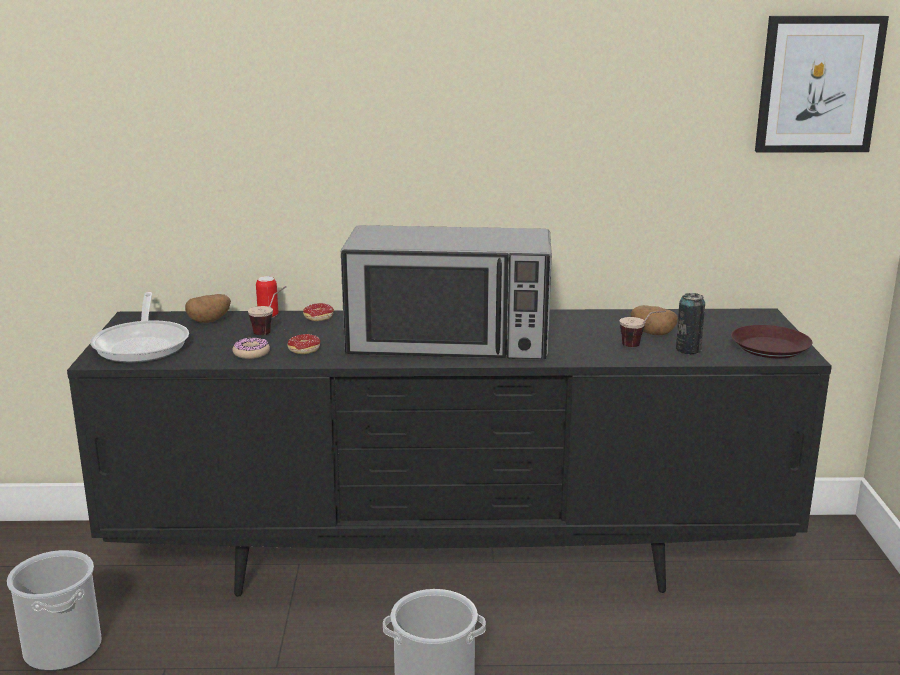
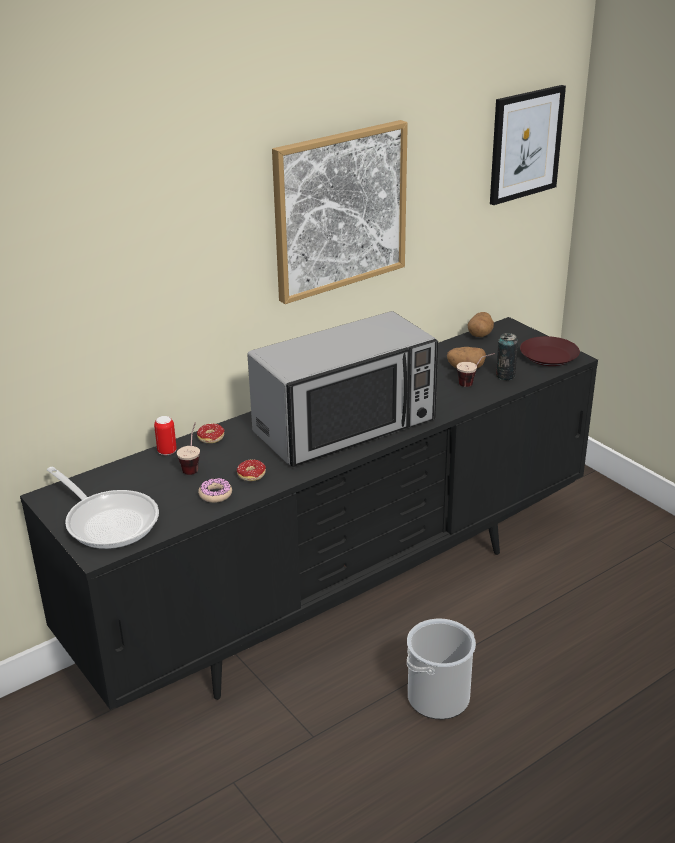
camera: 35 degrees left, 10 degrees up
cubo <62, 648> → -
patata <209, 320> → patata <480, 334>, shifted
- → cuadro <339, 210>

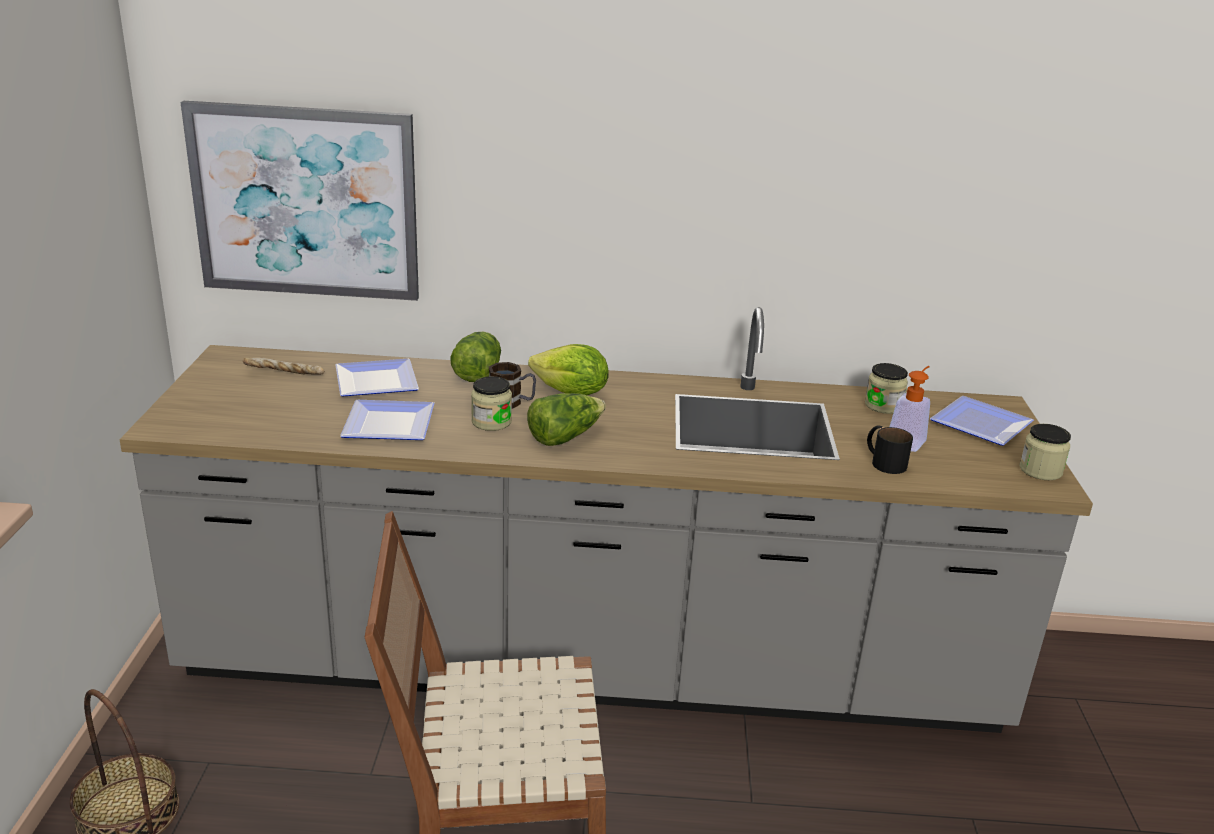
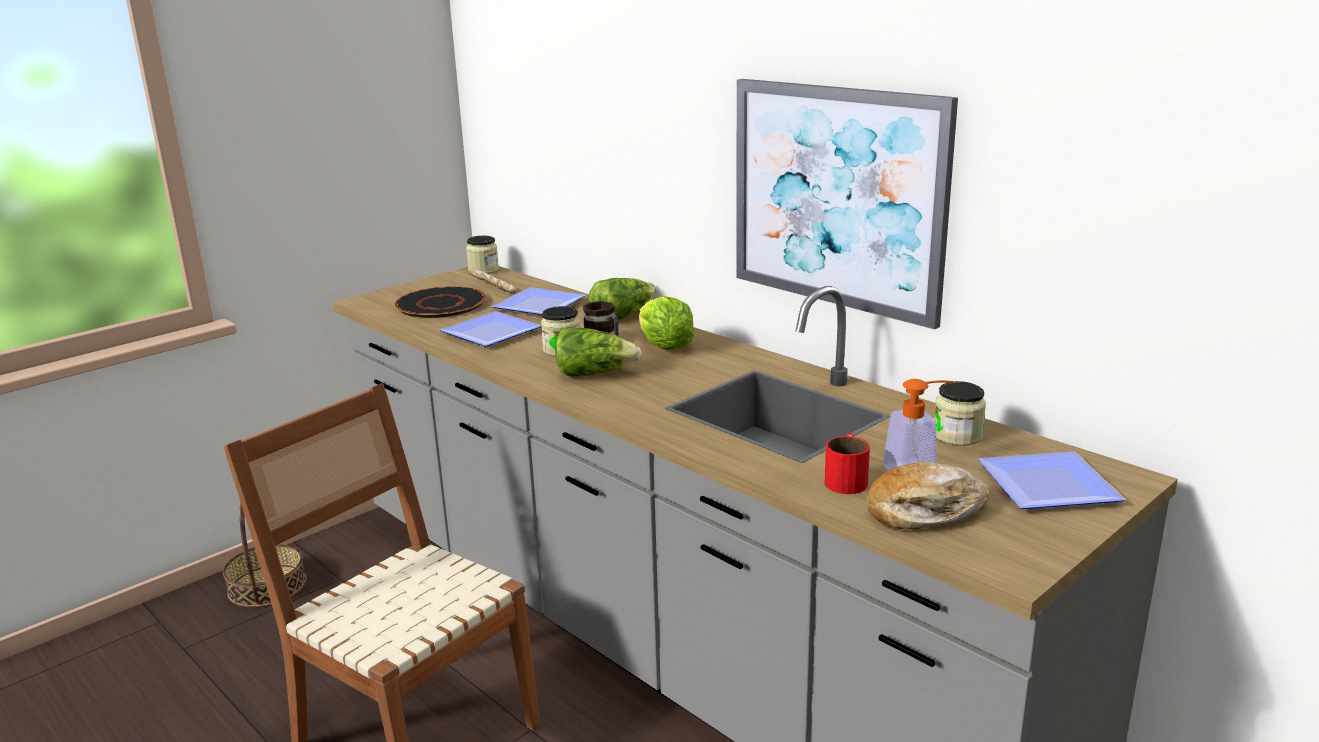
camera: 45 degrees right, 5 degrees down
cuadro <305, 202> → cuadro <837, 197>, shifted
taza grande [negro] <883, 461> → taza grande [rojo] <847, 478>
tarro <1040, 470> → tarro <483, 270>, shifted
- → plato [negro] <440, 304>
- → pan <924, 511>

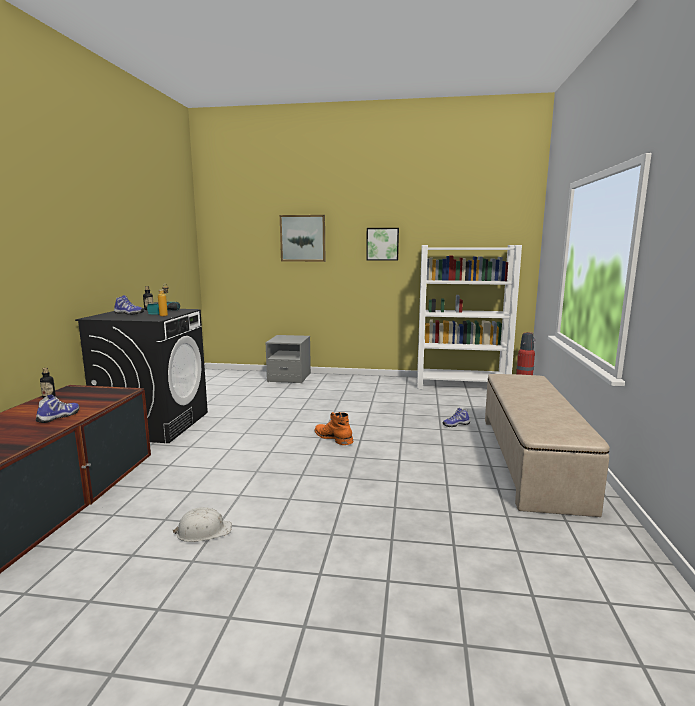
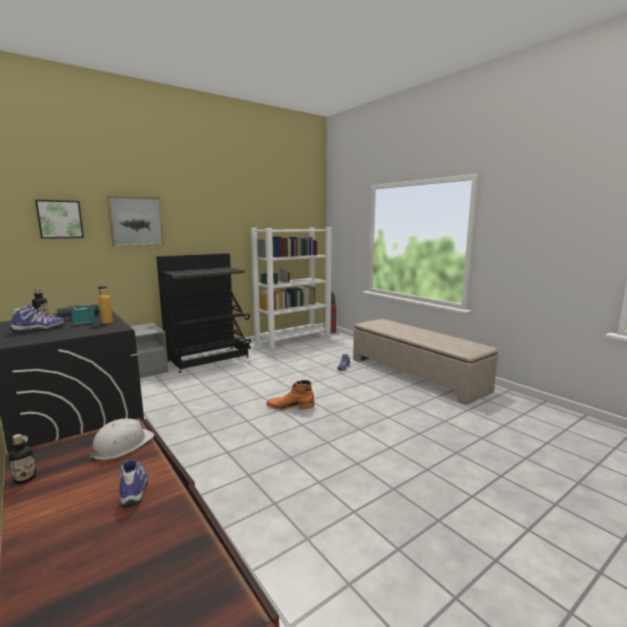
camera: 45 degrees left, 0 degrees up
casco [blanco] <203, 531> → casco [blanco] <122, 445>, shifted
cuadro <382, 244> → cuadro <60, 219>, shifted
- → zapatero [negro] <209, 359>

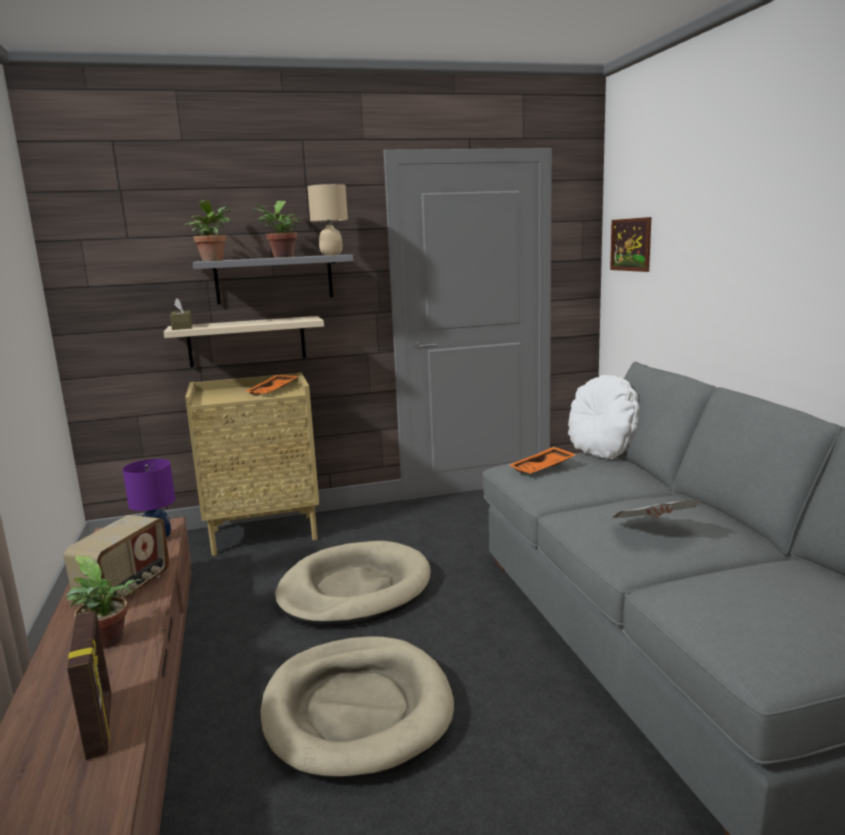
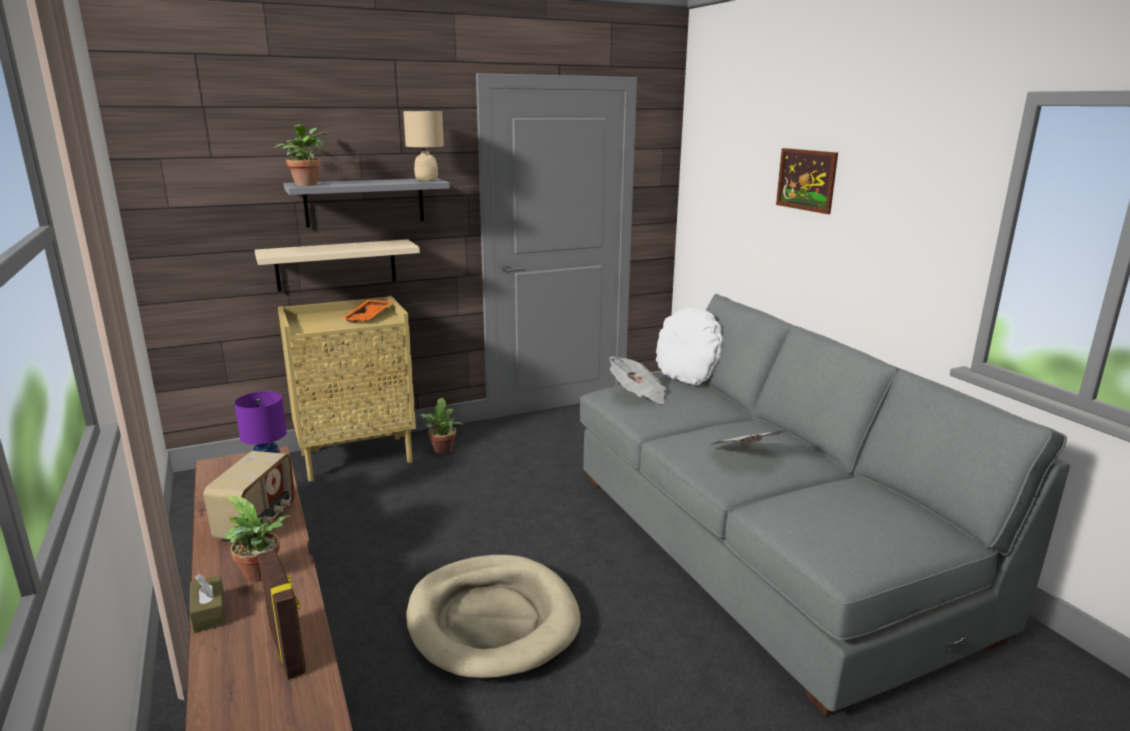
camera: 10 degrees left, 5 degrees up
caja de pañuelos [marrón] <182, 327> → caja de pañuelos [marrón] <209, 613>, shifted
planta en maceta <282, 257> → planta en maceta <442, 451>, shifted
cama para perro [beis] <354, 590> → -
bandeja [naranja] <543, 468> → periódico <638, 395>
cuadro <630, 244> → cuadro <806, 180>, shifted

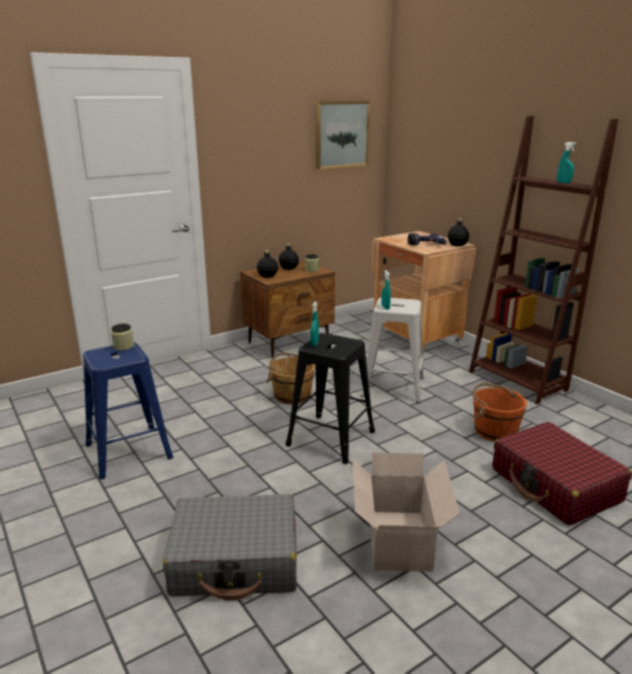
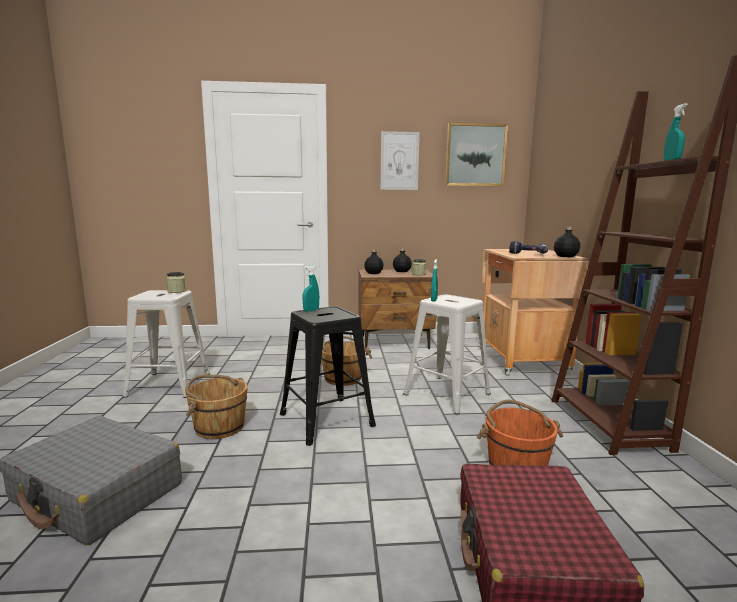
camera: 30 degrees right, 10 degrees down
taburete [azul] <129, 451> → taburete [blanco] <169, 385>
caja de cartón <398, 542> → -
- → cubo [marrón] <219, 427>
- → cuadro <399, 161>

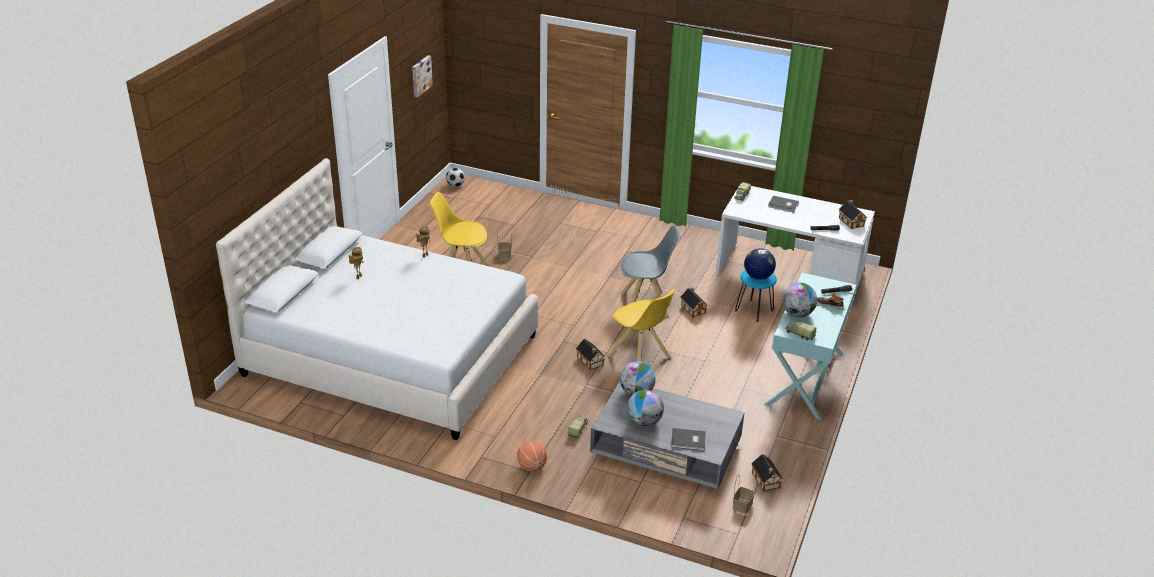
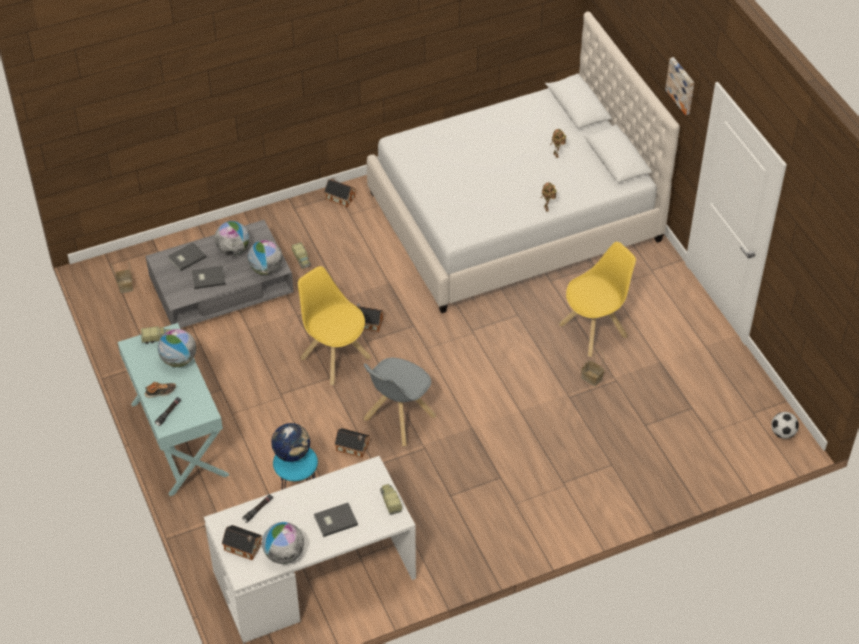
camera: 135 degrees right, 15 degrees up
cuadro <420, 76> → cuadro <681, 85>, shifted
balón de baloncesto <532, 467> → -
silla [amarillo] <640, 358> → silla [amarillo] <334, 356>, 45 degrees clockwise
casita <766, 481> → casita <339, 197>, shifted
- → libro [gris] <208, 278>
- → globo terráqueo <284, 554>

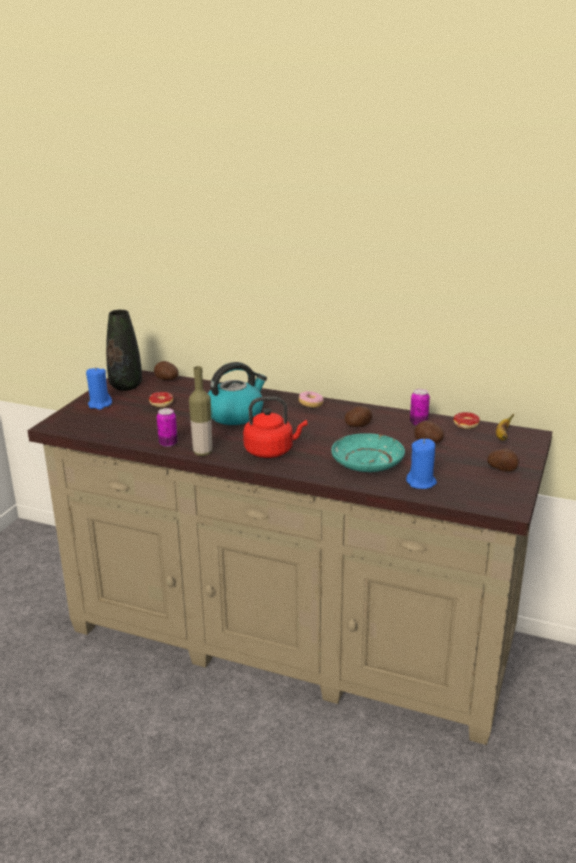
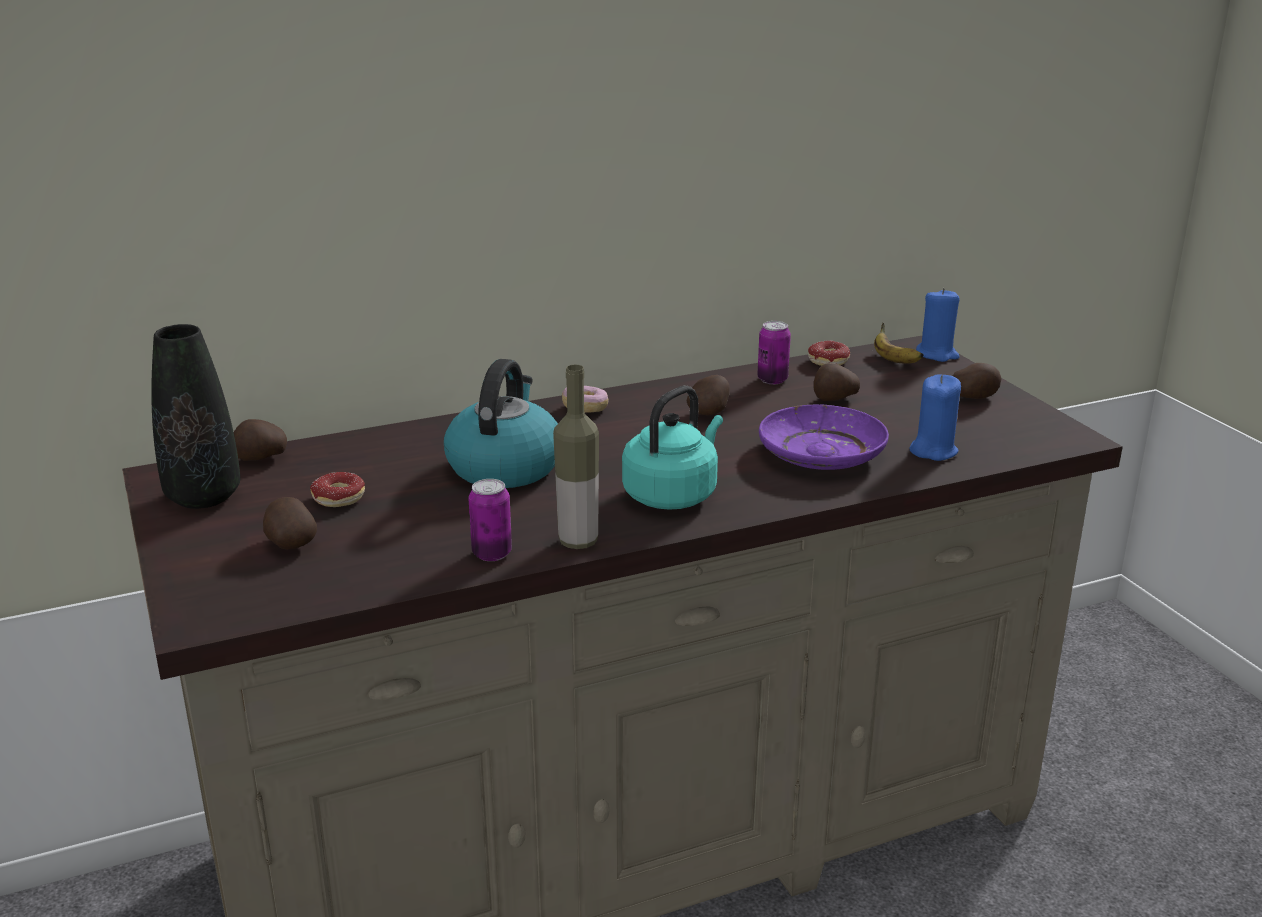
camera: 45 degrees left, 0 degrees up
vela [azul] <100, 404> → vela [azul] <937, 354>, shifted
hervidor [rojo] <271, 451> → hervidor [turquesa] <673, 494>
plato [turquesa] <367, 462> → plato [morado] <821, 453>
- → patata <290, 543>

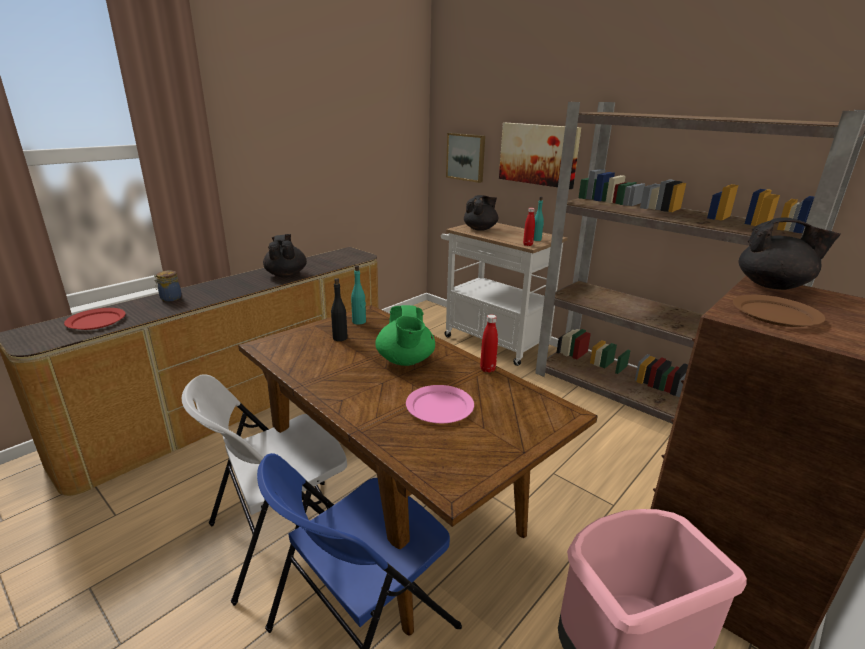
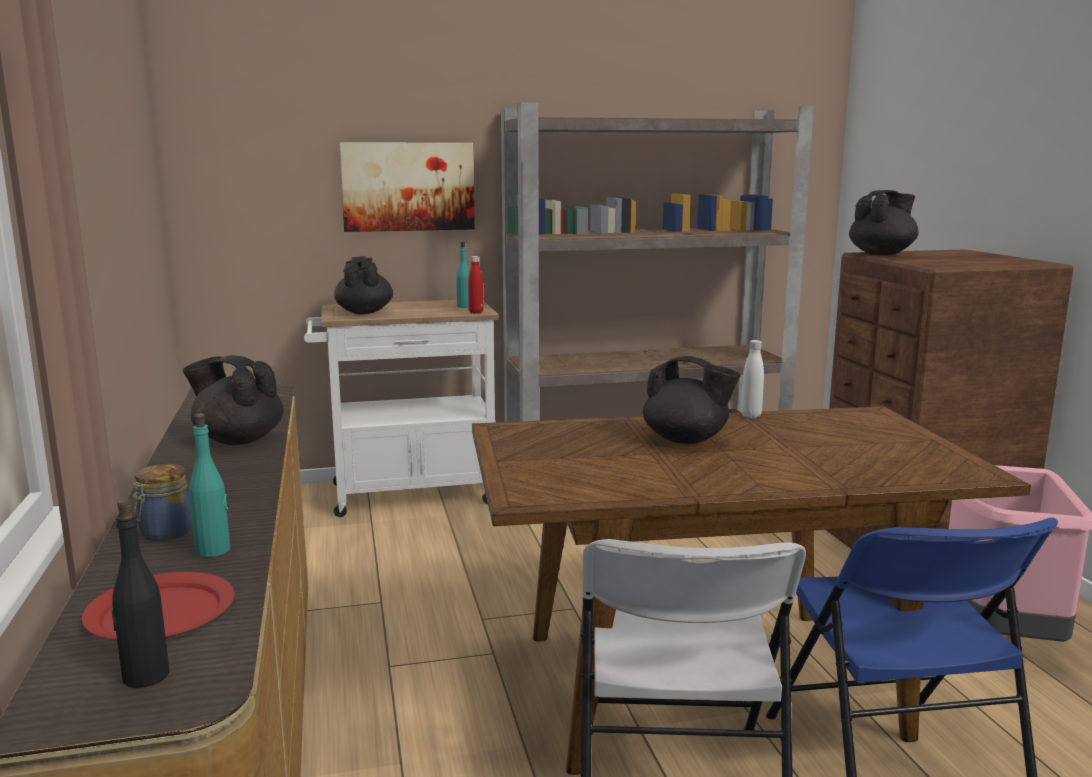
camera: 55 degrees left, 10 degrees down
botella [negro] <340, 338> → botella [negro] <145, 676>, shifted
botella [turquesa] <359, 322> → botella [turquesa] <213, 550>, shifted
tetera [verde] <405, 361> → tetera [negro] <686, 440>
plato [rosa] <439, 406> → -
cuadro <466, 157> → -
botella [rojo] <487, 369> → botella [blanco] <751, 415>
plato [marrón] <775, 314> → -

